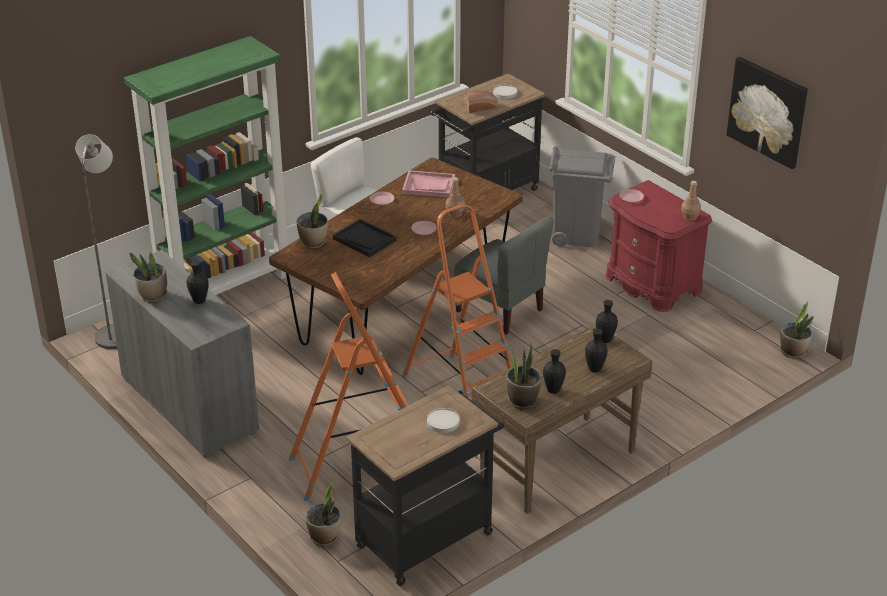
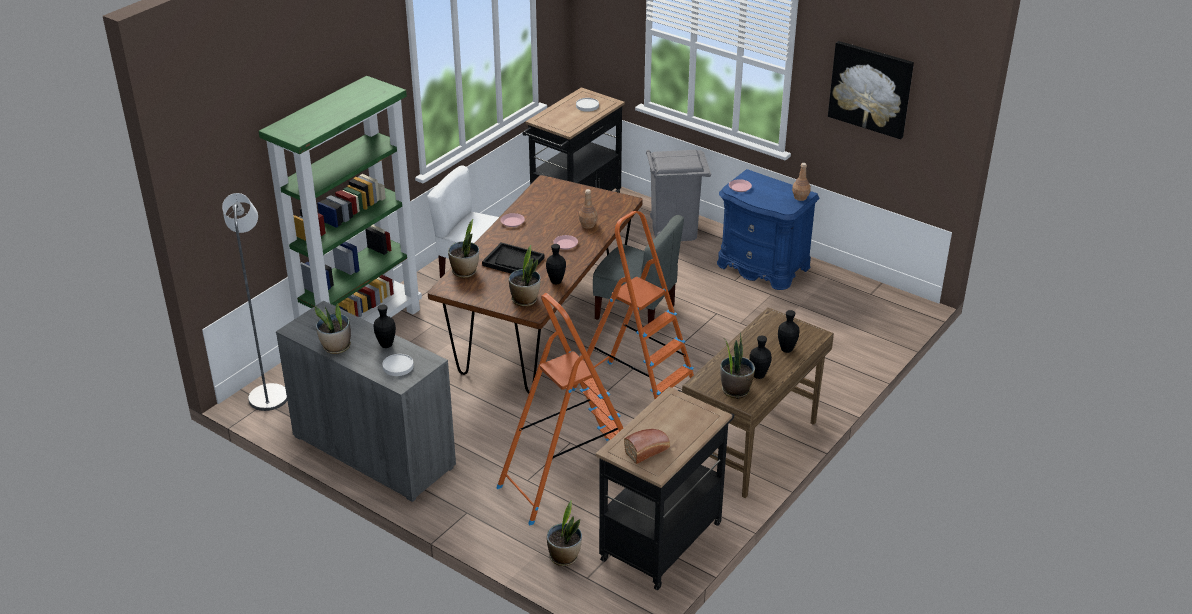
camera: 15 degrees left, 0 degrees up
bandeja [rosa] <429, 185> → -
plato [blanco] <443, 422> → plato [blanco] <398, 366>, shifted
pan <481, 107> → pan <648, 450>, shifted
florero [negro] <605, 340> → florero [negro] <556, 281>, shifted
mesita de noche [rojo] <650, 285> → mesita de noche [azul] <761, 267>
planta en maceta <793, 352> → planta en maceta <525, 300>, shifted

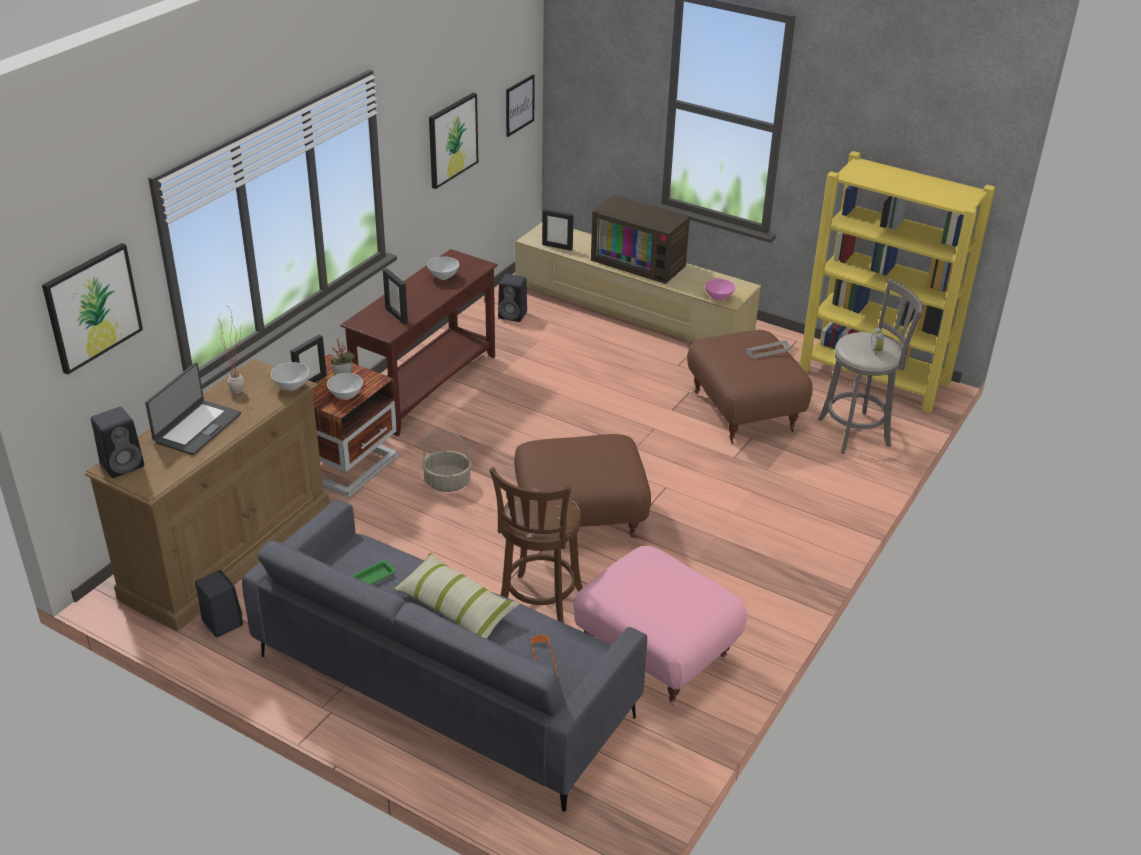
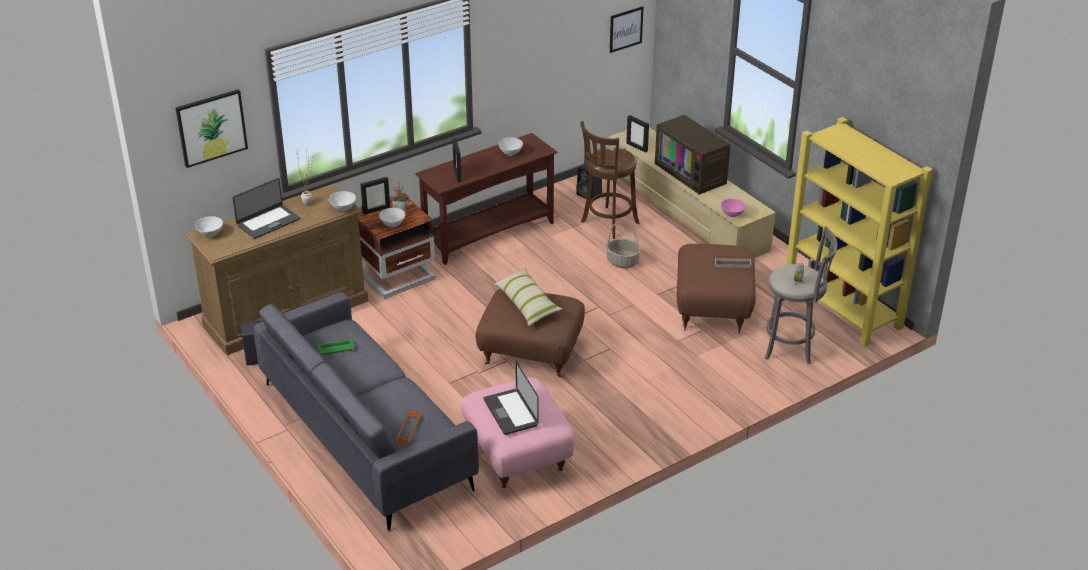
camera: 25 degrees right, 0 degrees up
altavoz [negro] <123, 464> → cuenco [blanco] <210, 234>
cojín <456, 607> → cojín <527, 304>, shifted
cesta <446, 482> → cesta <622, 262>, shifted
cuadro <452, 140> → -
taburete [marrón] <538, 606> → taburete [marrón] <608, 224>, shifted
- → portátil <510, 413>

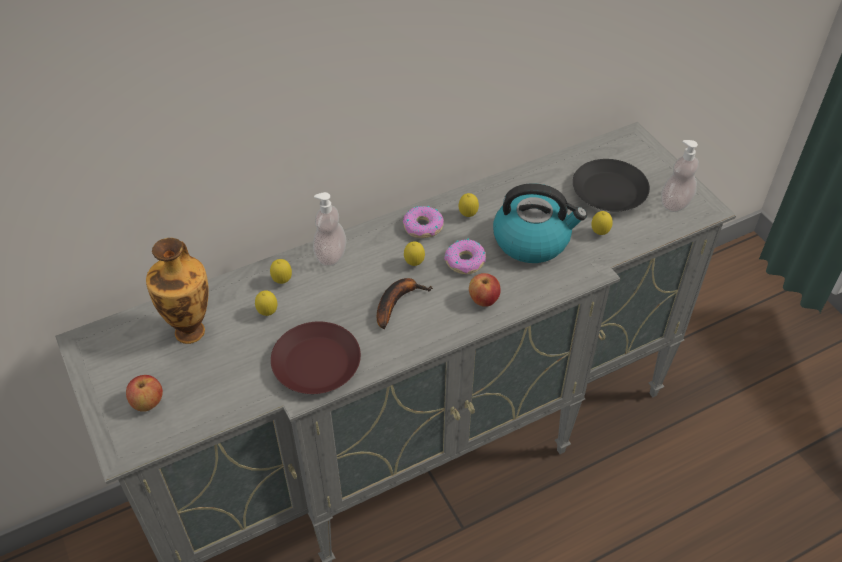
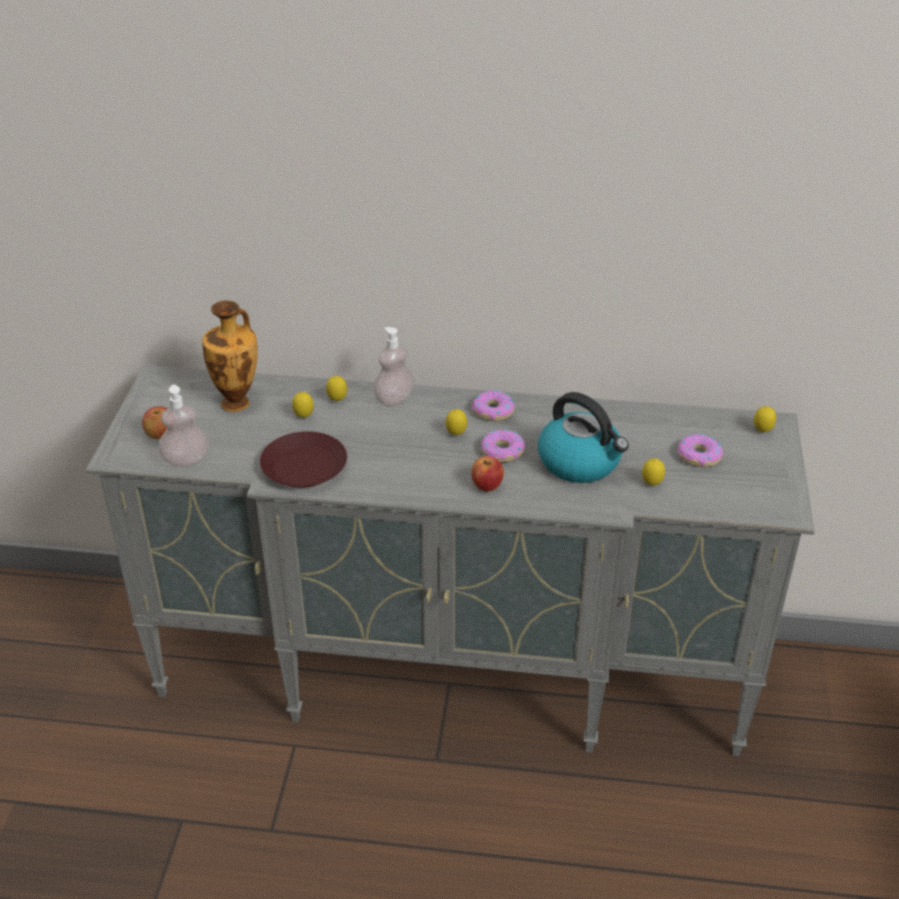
camera: 35 degrees right, 10 degrees down
plátano <397, 302> → -
limón <468, 215> → limón <762, 431>, shifted
plato [negro] <608, 191> → rosquilla <699, 456>
dispensador de jabón <675, 203> → dispensador de jabón <186, 460>, shifted

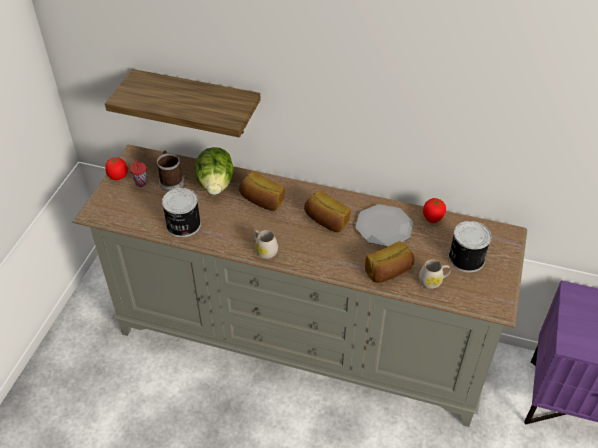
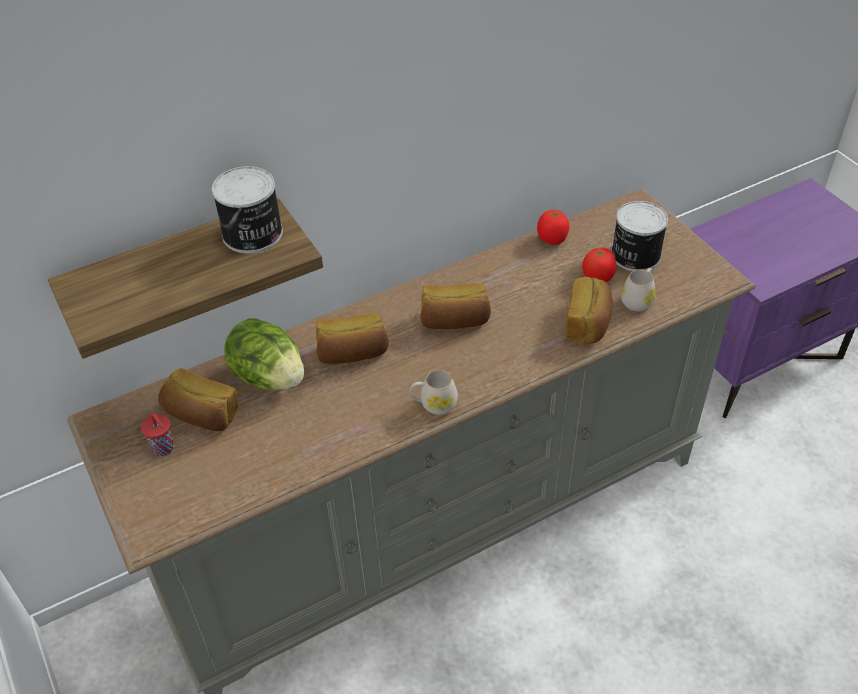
camera: 45 degrees left, 0 degrees up
tomate <118, 176> → tomate <598, 277>, shifted
taza grande <171, 181> → pan <201, 415>
lata <183, 225> → lata <253, 234>, shifted
plato <384, 227> → -

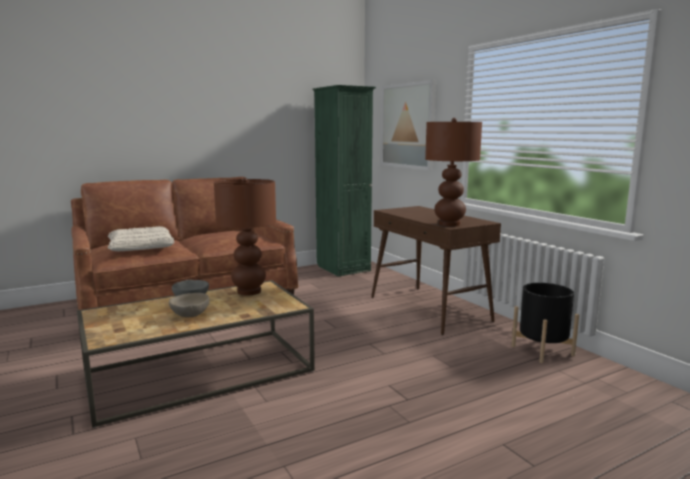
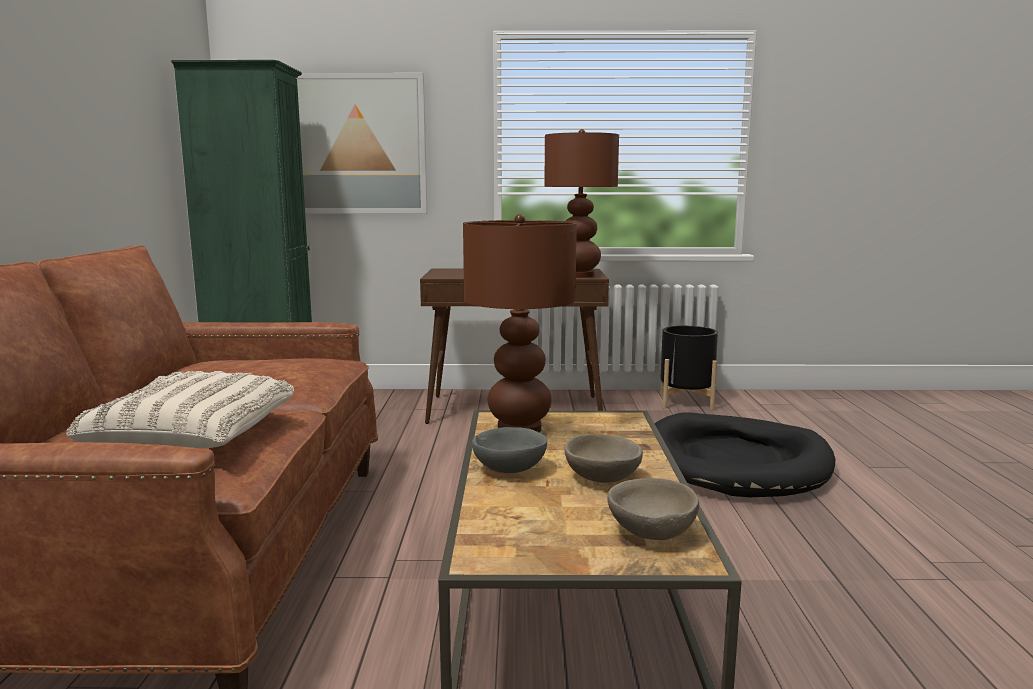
camera: 60 degrees left, 0 degrees up
- → cuenco [beis] <650, 532>
- → cama para perro [negro] <734, 462>

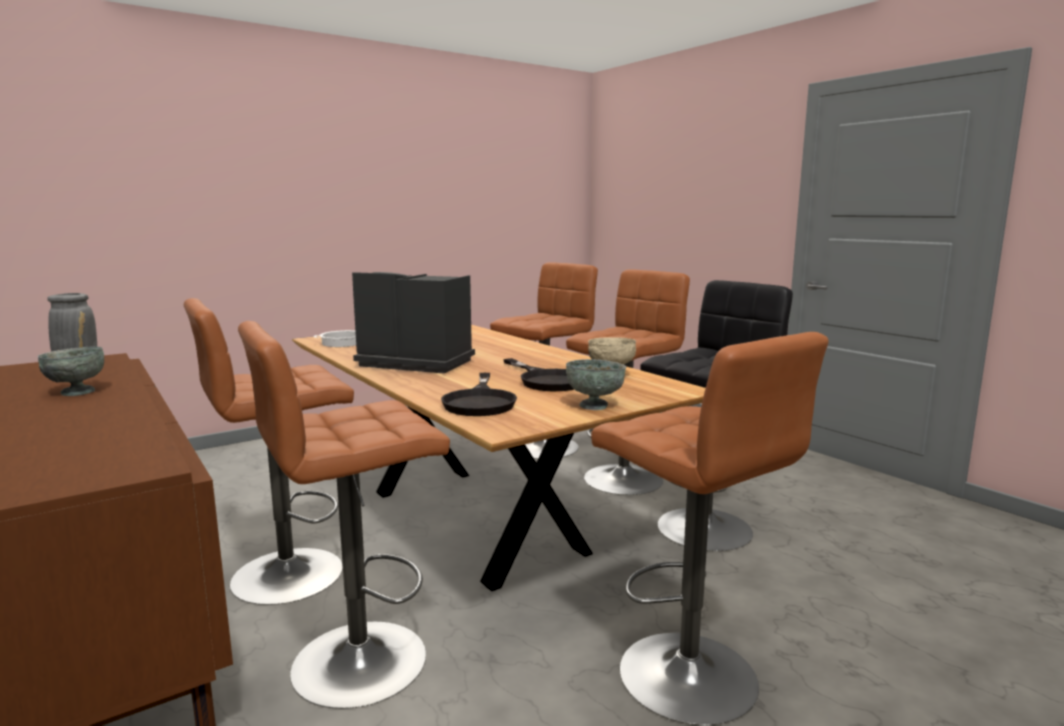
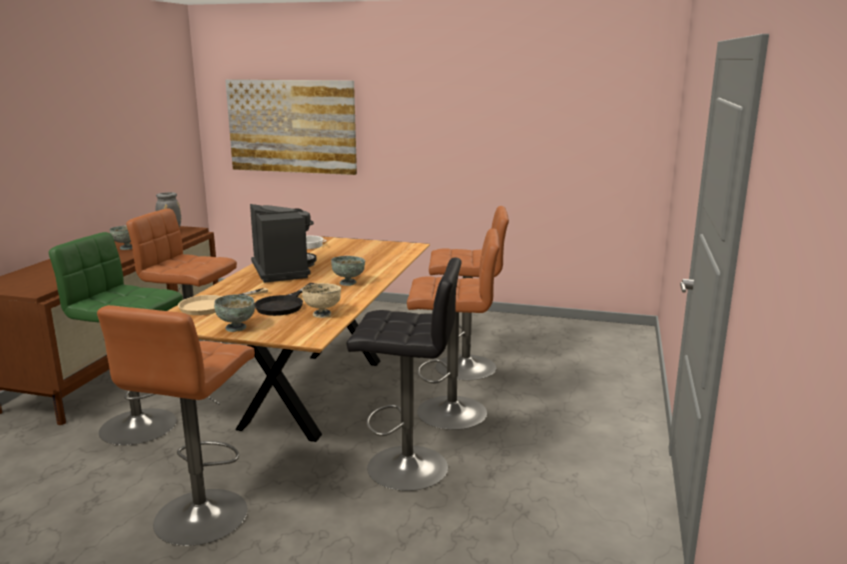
camera: 50 degrees right, 5 degrees up
taburete [marrón] <357, 662> → taburete [verde] <138, 426>
sartén [negro] <480, 401> → sartén [beis] <213, 305>
- → cuadro <292, 126>
- → cuenco [gris] <348, 283>

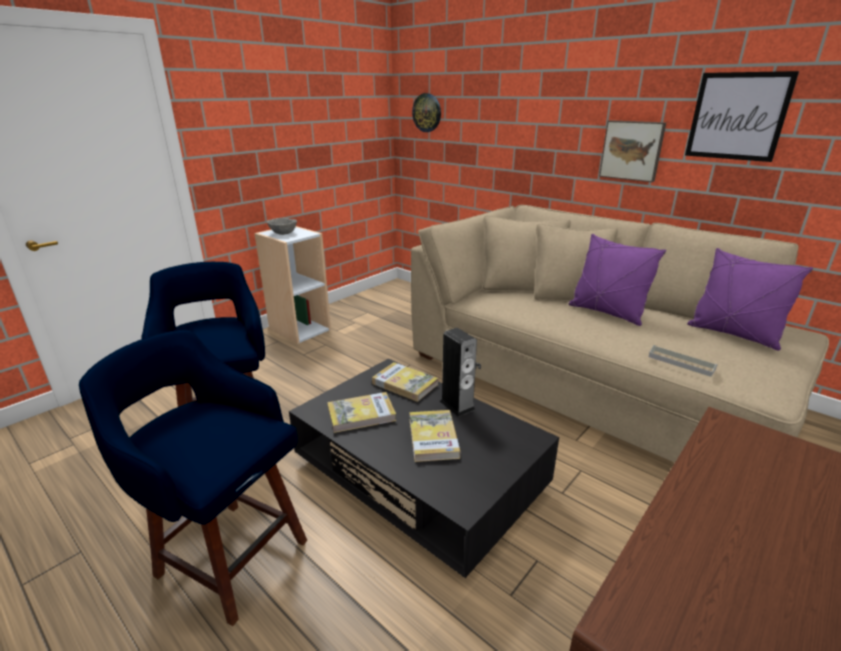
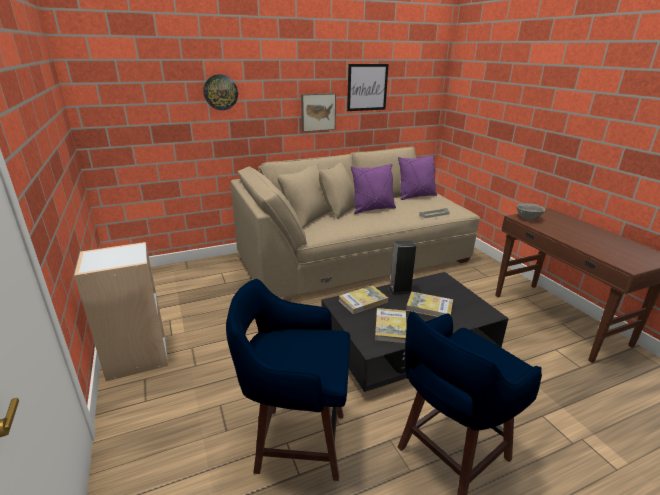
camera: 65 degrees left, 0 degrees up
cuenco [gris] <283, 233> → cuenco [gris] <527, 218>, shifted
reloj de pared <427, 112> → reloj de pared <220, 92>, shifted

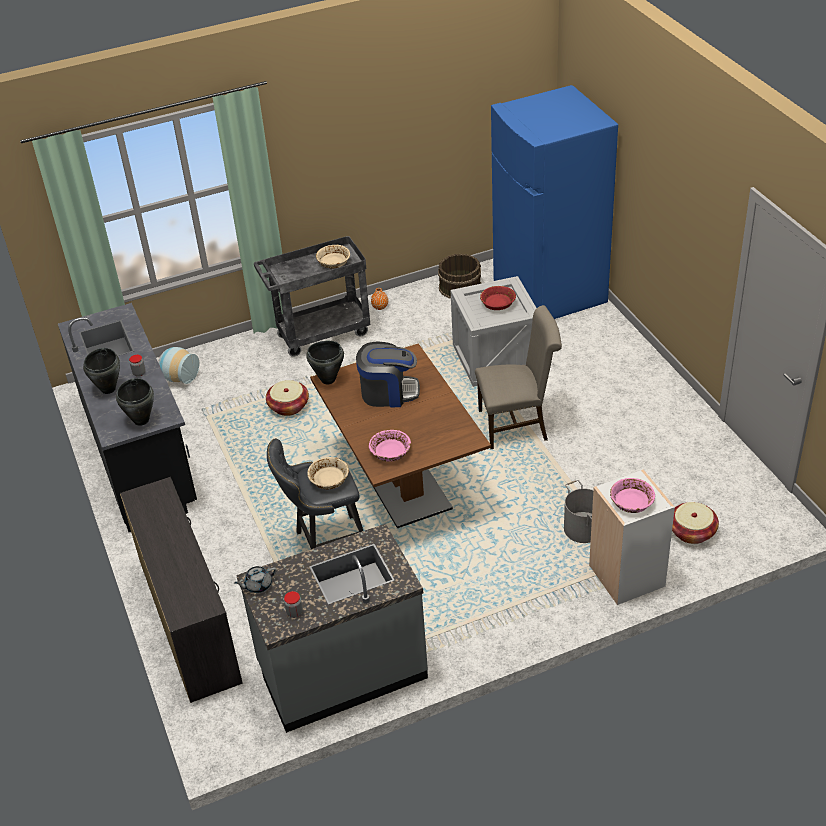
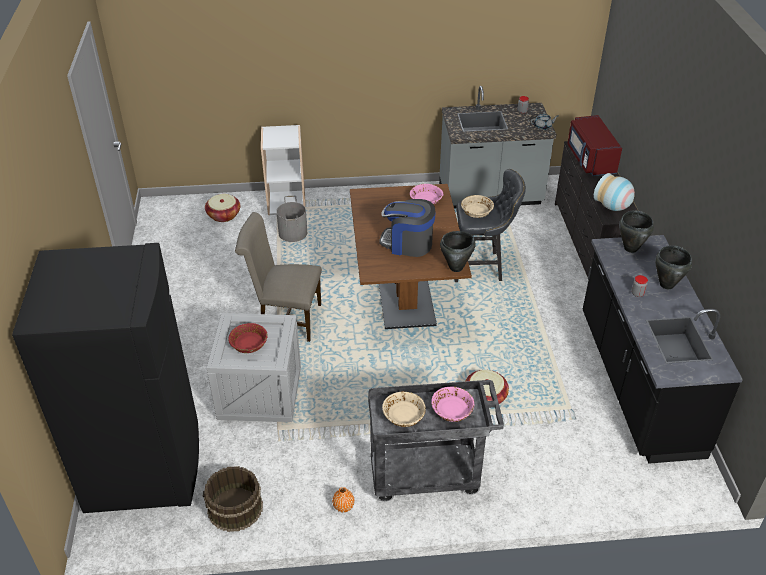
camera: 165 degrees left, 0 degrees up
florero <179, 378> → florero <613, 207>, shifted
nevera [azul] <549, 292> → nevera [negro] <144, 465>
cuenco [rosa] <631, 502> → cuenco [rosa] <452, 410>, shifted
- → microondas [rojo] <590, 160>

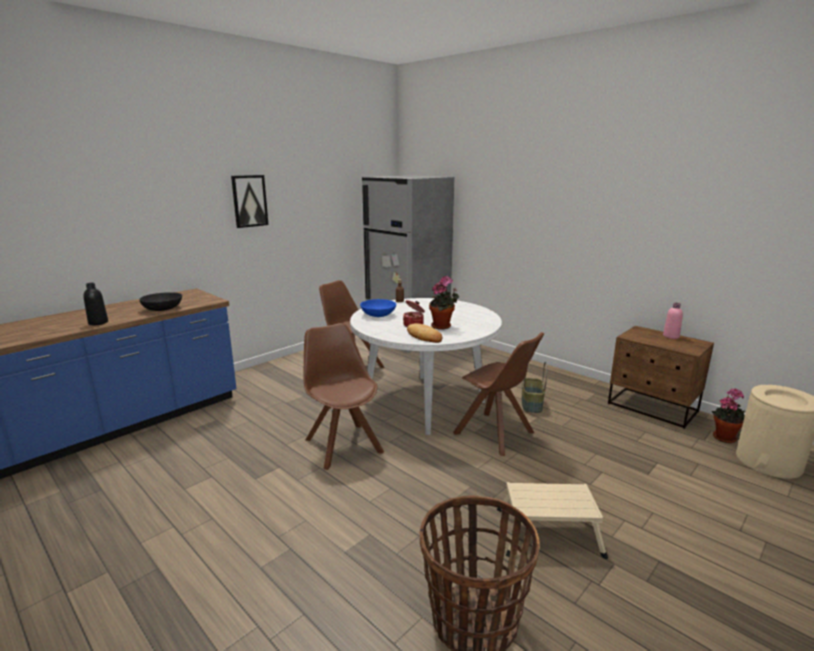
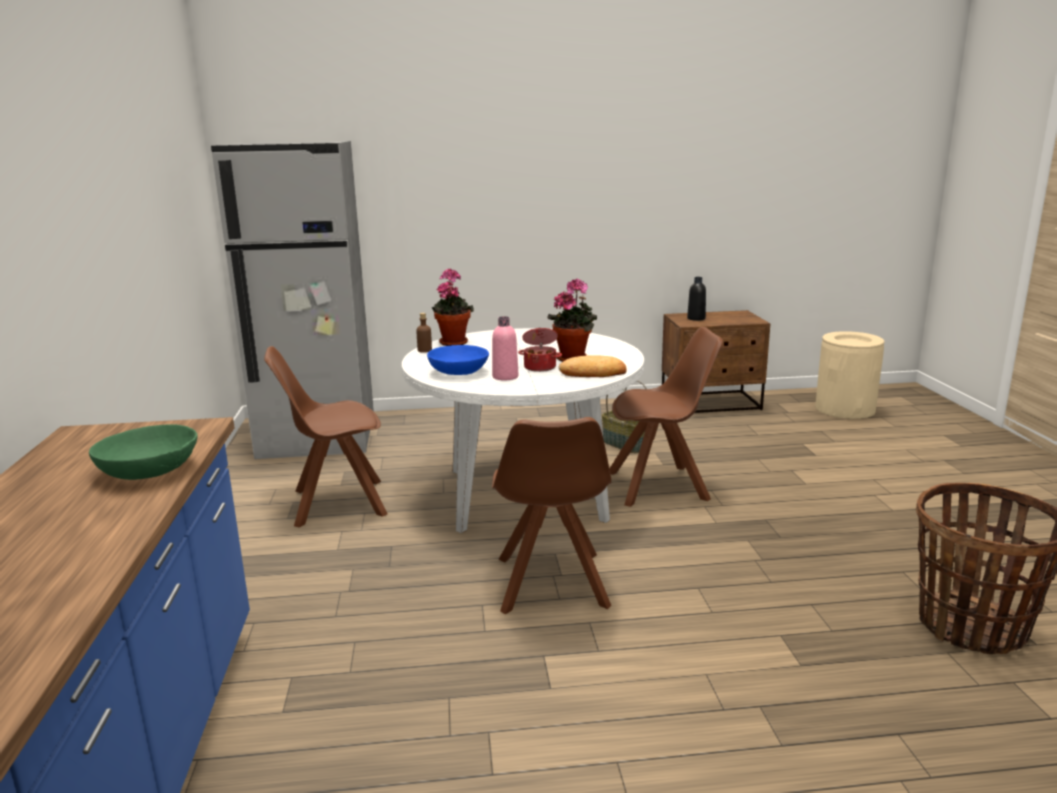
camera: 50 degrees left, 0 degrees up
botella [negro] <98, 323> → botella [negro] <696, 318>, shifted
cuenco [negro] <163, 309> → cuenco [verde] <150, 470>
cuadro <249, 201> → -
silla [marrón] <343, 444> → silla [marrón] <551, 584>, 105 degrees counterclockwise
escalera de tijera [beis] <549, 532> → -
botella [rosa] <671, 336> → botella [rosa] <505, 377>, shifted
planta en maceta <724, 437> → planta en maceta <453, 342>, shifted

